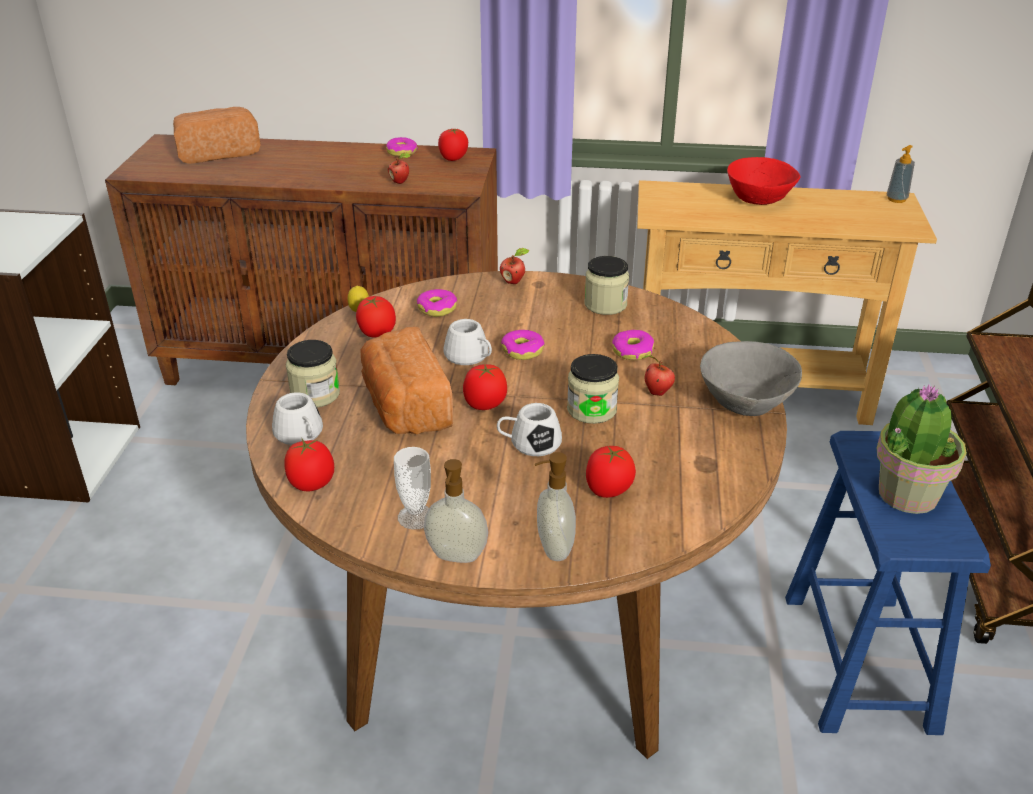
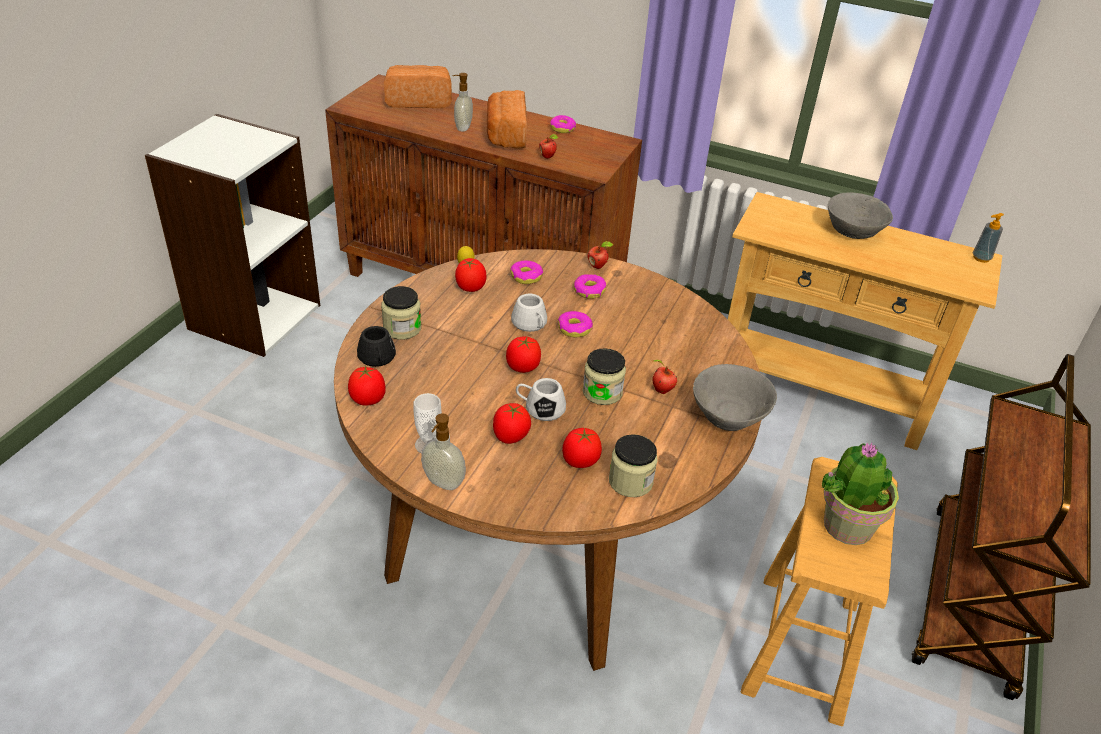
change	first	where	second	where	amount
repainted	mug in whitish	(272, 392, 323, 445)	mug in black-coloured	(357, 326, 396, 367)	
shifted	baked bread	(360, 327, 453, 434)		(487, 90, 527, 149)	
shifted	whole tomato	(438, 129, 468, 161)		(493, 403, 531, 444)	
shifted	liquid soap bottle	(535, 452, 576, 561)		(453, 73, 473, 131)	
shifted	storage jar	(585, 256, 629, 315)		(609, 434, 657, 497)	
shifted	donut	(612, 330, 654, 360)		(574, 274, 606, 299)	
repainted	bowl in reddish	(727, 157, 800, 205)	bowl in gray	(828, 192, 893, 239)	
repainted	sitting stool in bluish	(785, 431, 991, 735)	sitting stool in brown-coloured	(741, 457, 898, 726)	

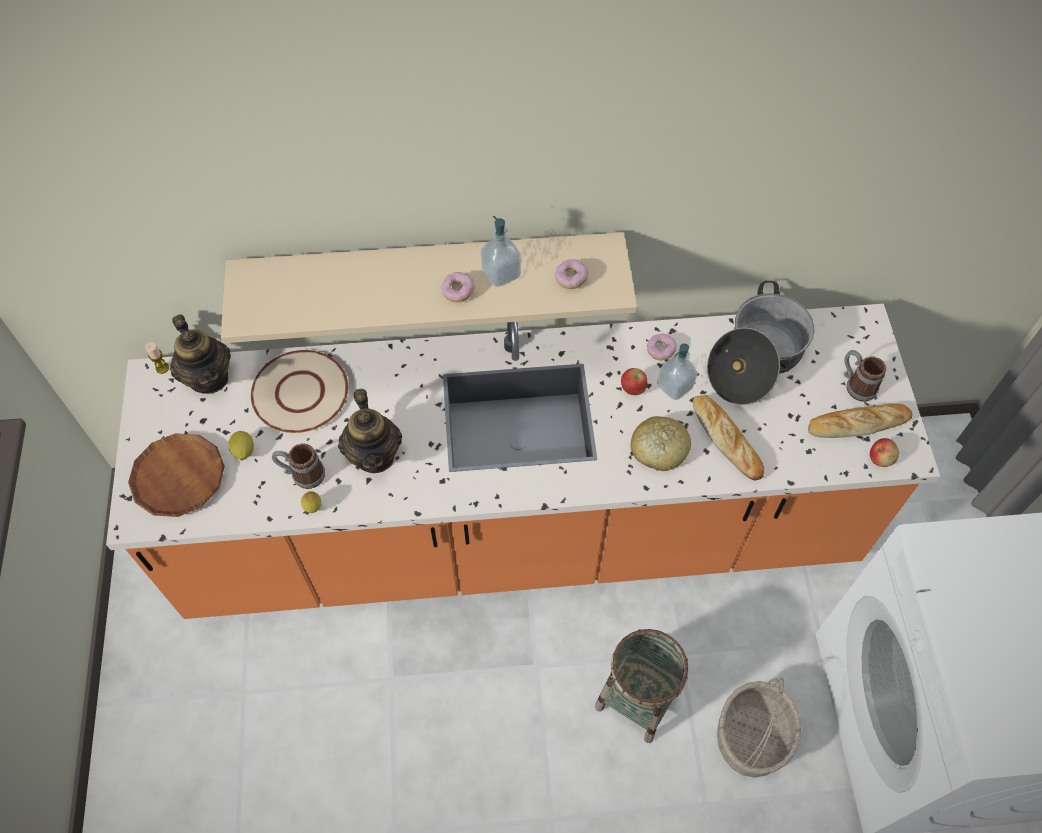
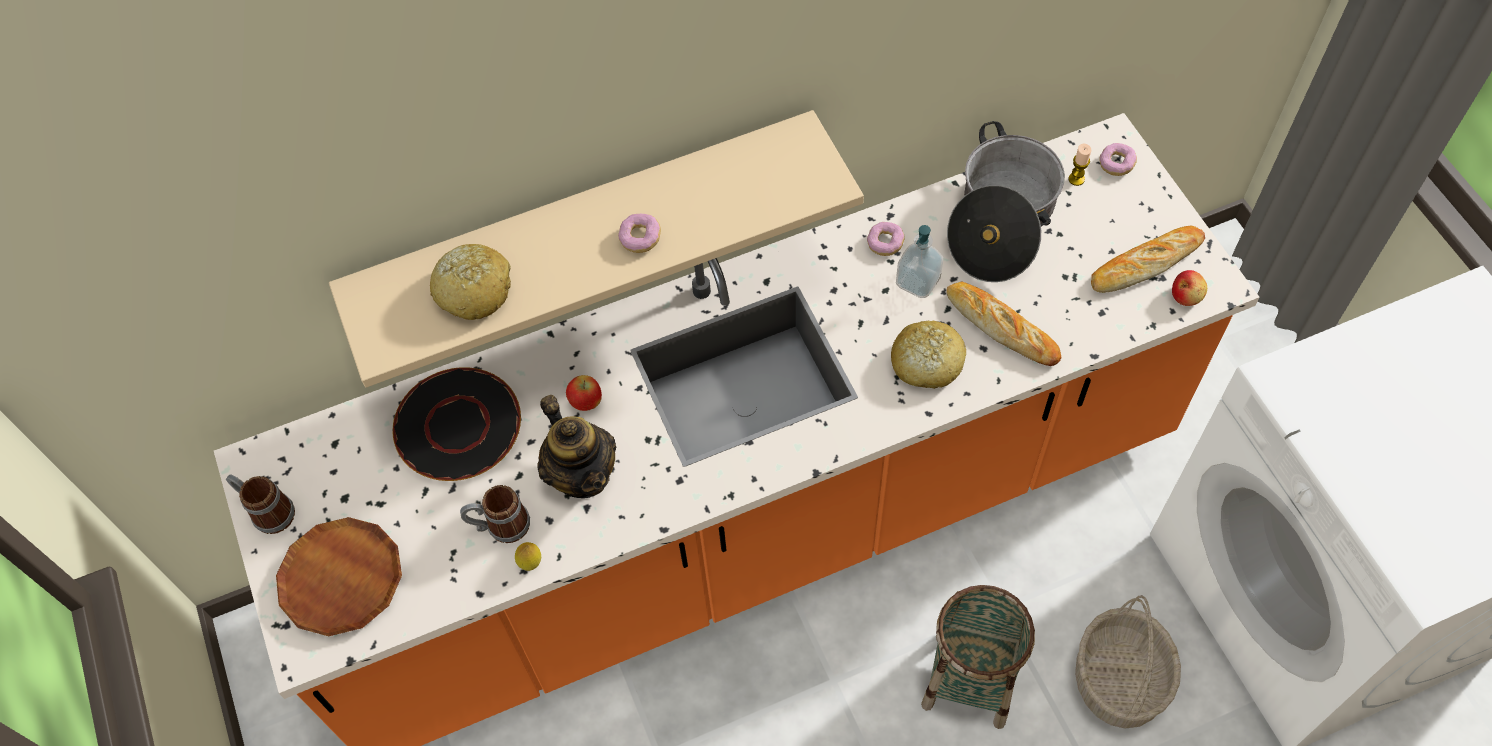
change	first	where	second	where	amount
shifted	candle	(145, 342, 169, 374)		(1068, 144, 1091, 186)	
gone	tea pot	(170, 315, 231, 394)			
gone	citrus fruit	(228, 431, 254, 461)			
repainted	flat dish in beige-coloured	(251, 350, 348, 433)	flat dish in black-coloured	(393, 367, 521, 481)	
gone	liquid soap bottle	(481, 216, 521, 287)			
shifted	donut	(555, 259, 588, 289)		(1099, 143, 1137, 176)	
shifted	whole apple	(621, 368, 647, 395)		(566, 375, 602, 411)	
shifted	mug	(844, 350, 886, 402)		(226, 474, 295, 534)	
new			baked bread	(430, 244, 511, 320)	

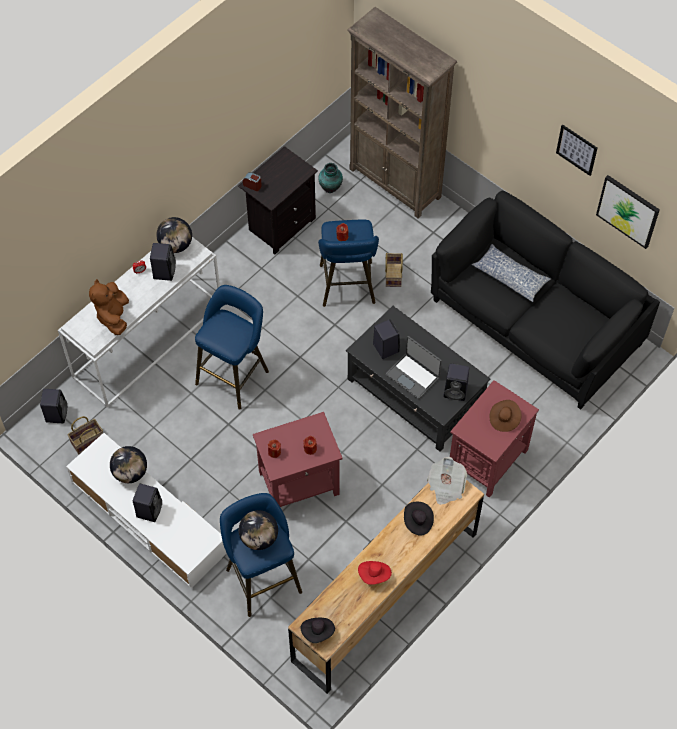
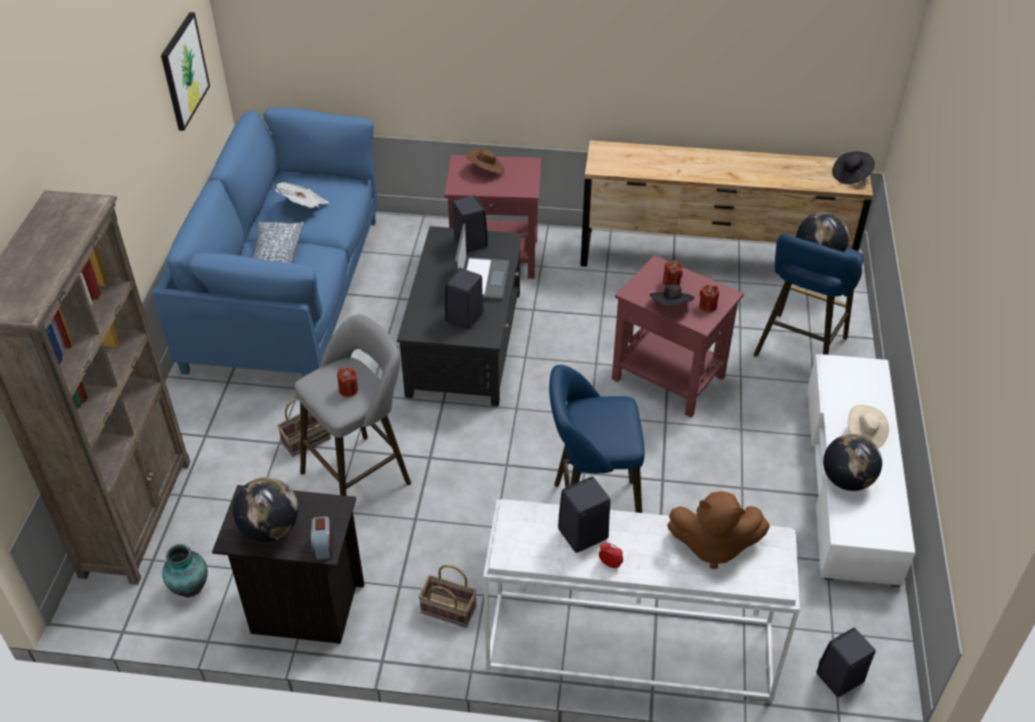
change	first	where	second	where	amount
shifted	basket	(68, 416, 103, 454)		(418, 565, 477, 628)	
rotated	soft toy in brown-coloured	(89, 279, 129, 335)		(667, 491, 770, 569)	45 degrees clockwise
swapped	speaker in black-coloured	(133, 484, 162, 522)	wearable hat in beige-coloured	(848, 405, 889, 448)	
shifted	globe	(156, 217, 192, 253)		(233, 477, 299, 542)	
repainted	sitting stool in bluish	(318, 220, 379, 307)	sitting stool in gray	(295, 314, 411, 496)	
gone	wearable hat in reddish	(358, 561, 392, 585)			
shifted	wearable hat in black-coloured	(404, 502, 434, 536)		(650, 284, 695, 306)	
shifted	daily paper	(427, 457, 467, 505)		(275, 182, 329, 208)	
repainted	couch in black-coloured	(431, 190, 660, 410)	couch in bluish	(152, 107, 378, 374)	
gone	wall picture	(556, 124, 598, 176)			

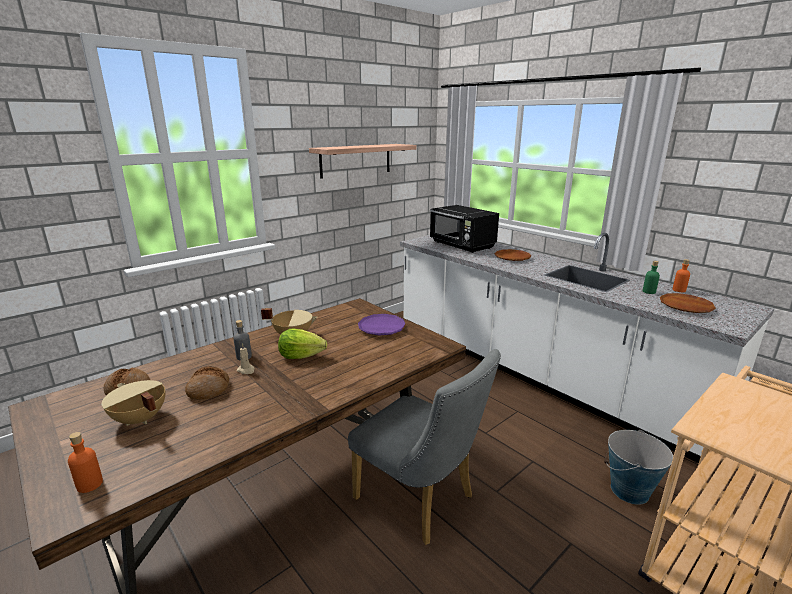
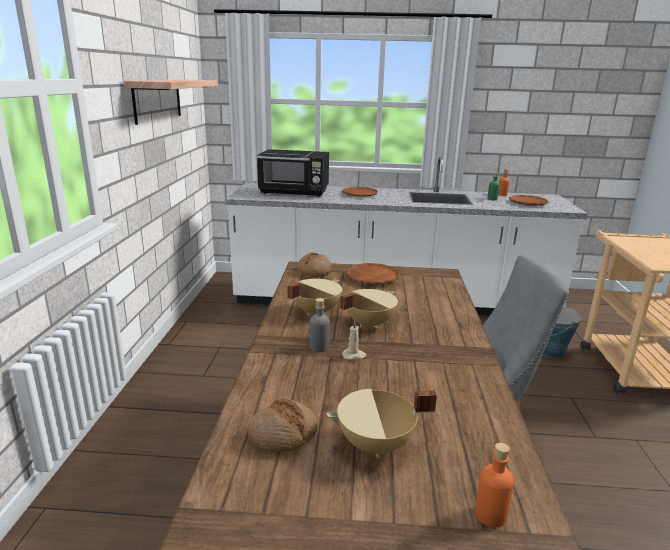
change	first	where	second	where	amount
shifted	baked bread	(185, 366, 229, 400)		(297, 252, 332, 277)	
swapped	lettuce head	(278, 328, 327, 359)	cooking pot in beige-coloured	(340, 289, 398, 329)	
repainted	flat dish in purple-coloured	(358, 314, 406, 335)	flat dish in brown-coloured	(346, 263, 399, 285)	

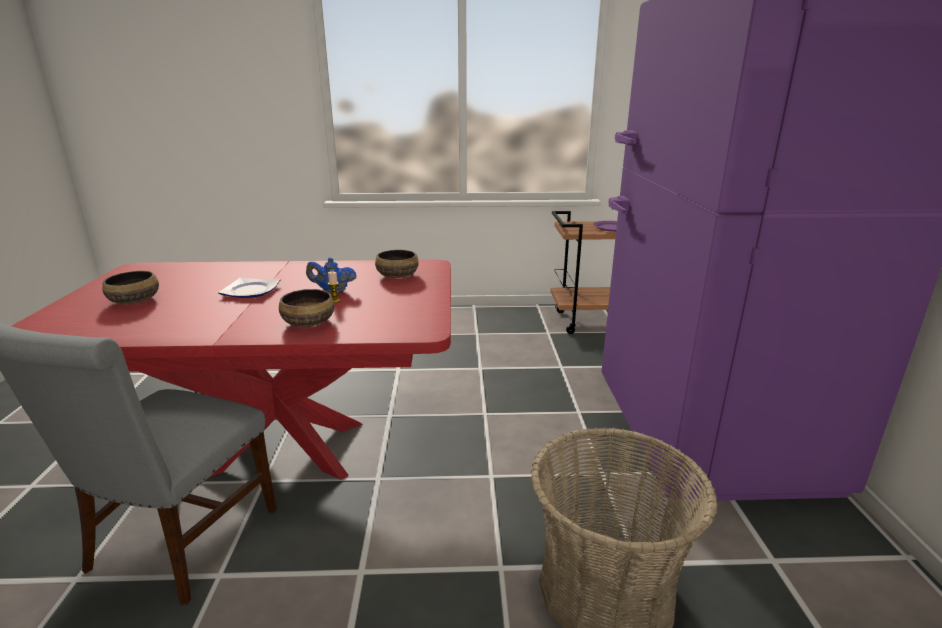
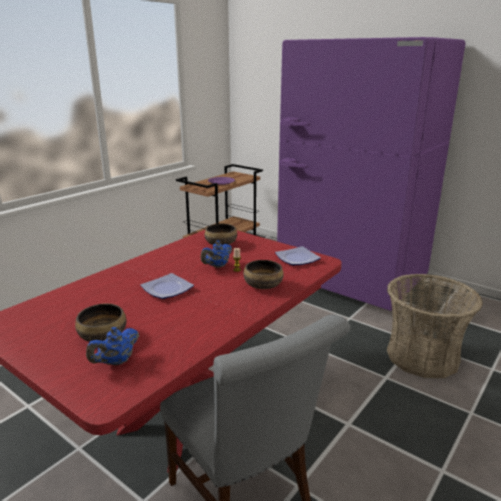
change	first	where	second	where	amount
new			tea pot in bluish	(86, 327, 139, 365)	
new			flat dish	(275, 246, 321, 266)	

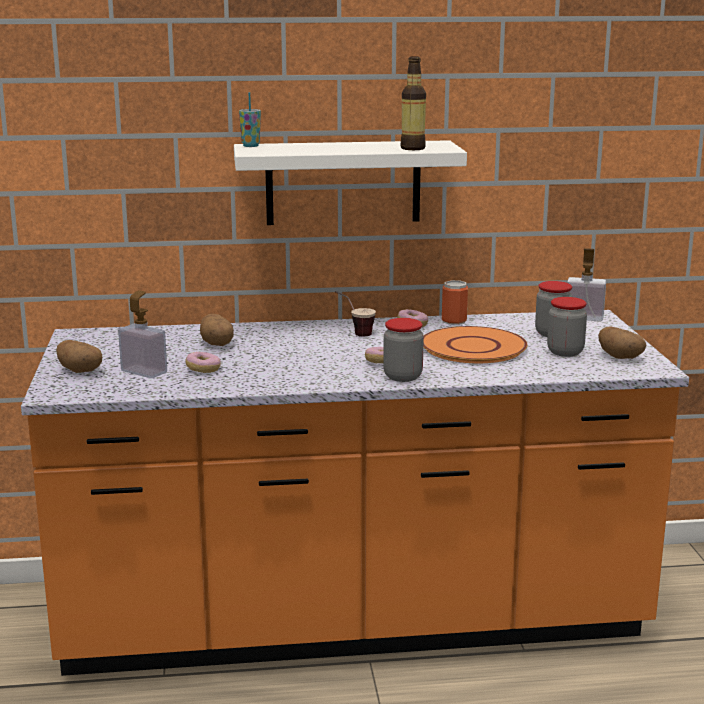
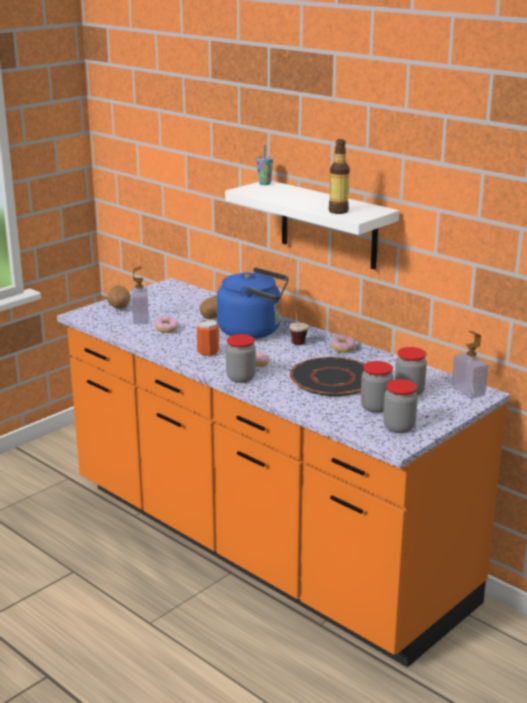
change	first	where	second	where	amount
repainted	flat dish in orangey	(423, 326, 528, 363)	flat dish in black-coloured	(290, 357, 364, 396)	
shifted	sealed can	(442, 280, 468, 325)		(197, 319, 219, 357)	
swapped	potato	(598, 326, 647, 359)	storage jar	(383, 379, 418, 433)	
new			tea kettle in bluish	(217, 267, 289, 339)	

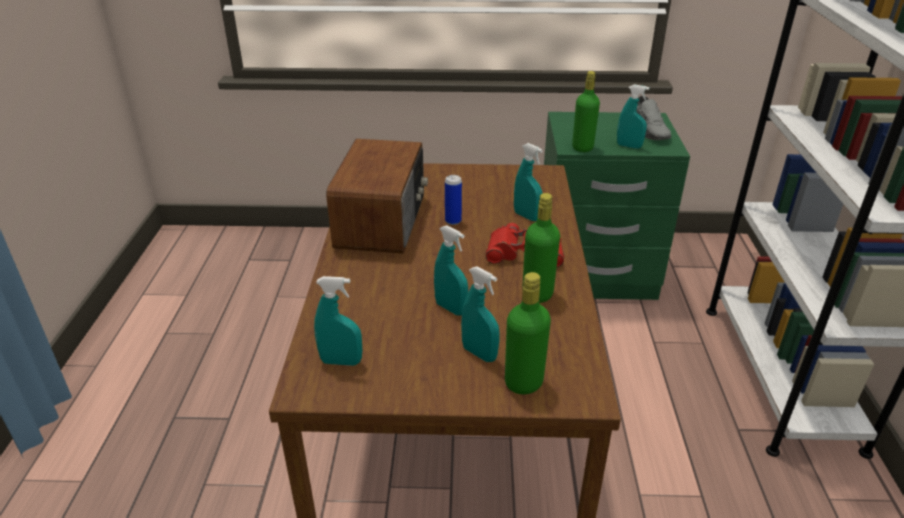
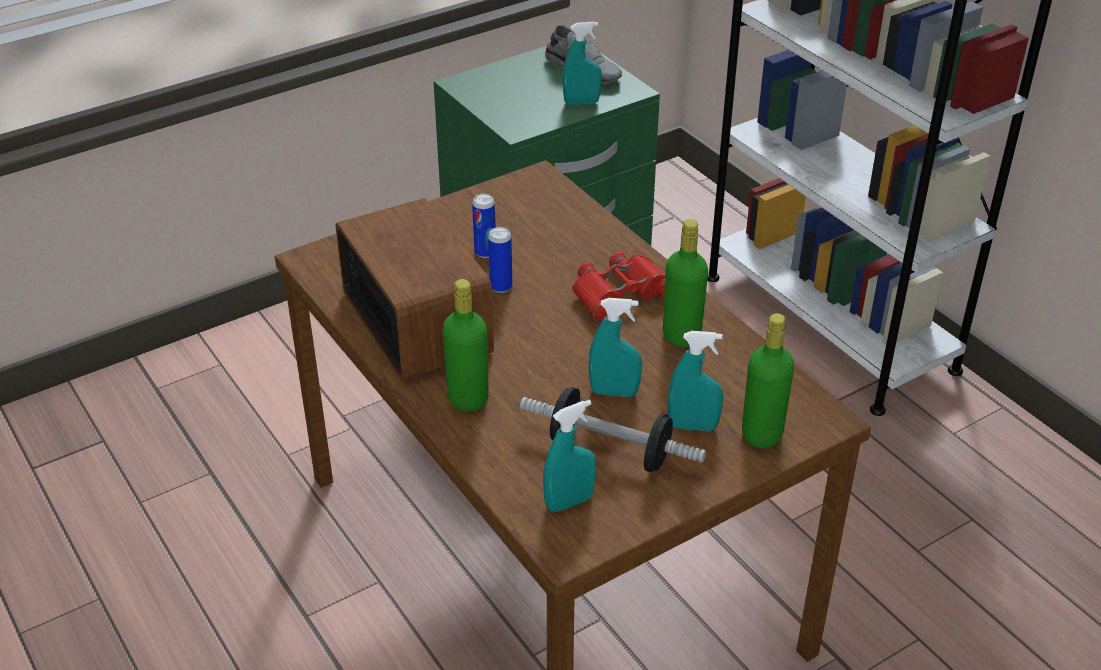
change	first	where	second	where	amount
gone	spray bottle in turquoise-coloured	(514, 143, 543, 221)			
shifted	drink bottle in green-coloured	(572, 71, 600, 152)		(442, 279, 489, 411)	
new			sealed can	(472, 194, 496, 258)	
new			hand weight	(520, 387, 706, 472)	

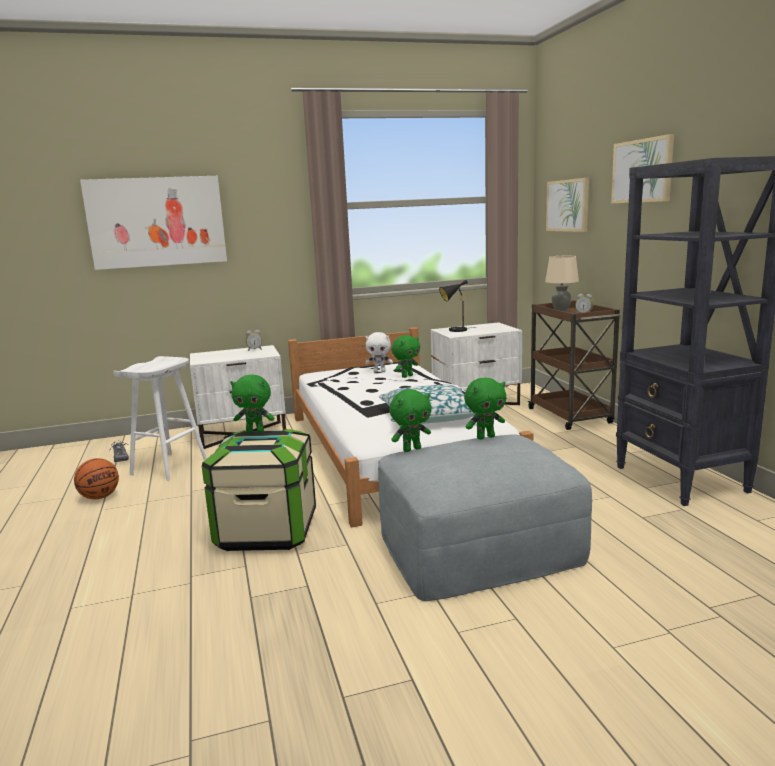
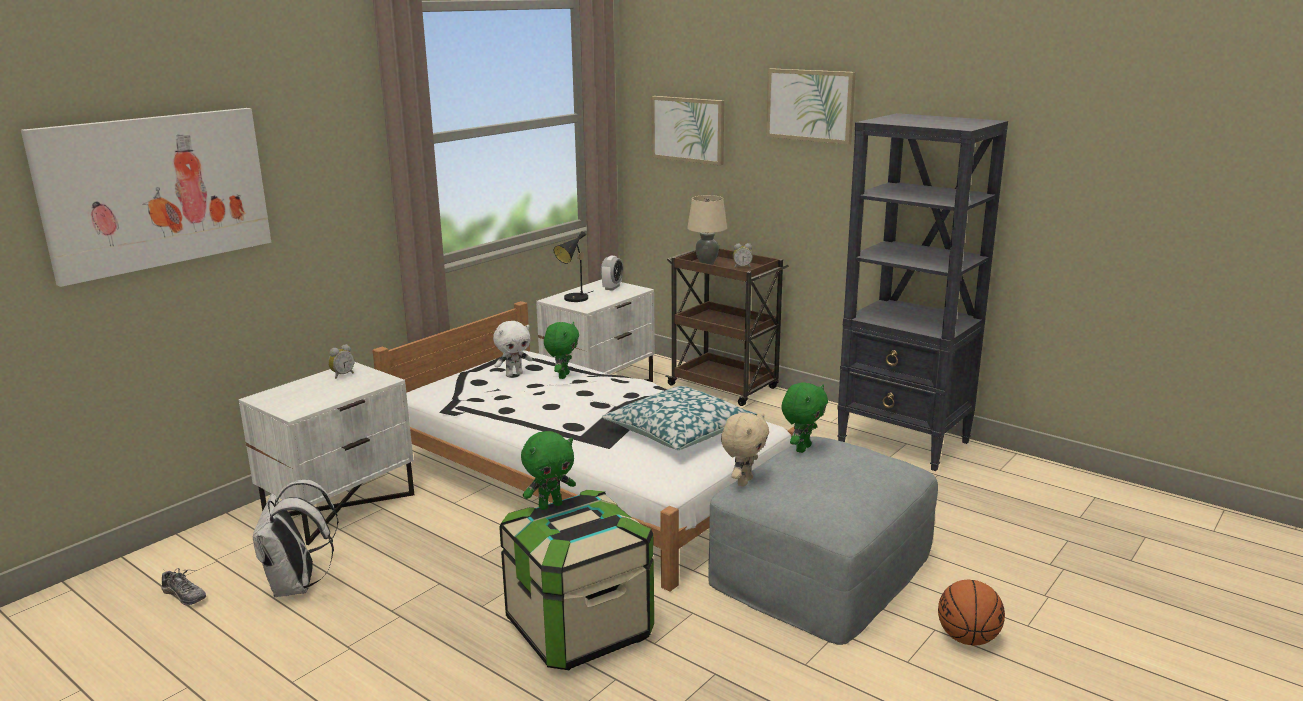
change	first	where	second	where	amount
shifted	ball for basketball	(74, 458, 119, 499)		(938, 580, 1005, 645)	
swapped	sitting stool in whitish	(113, 356, 207, 481)	rucksack in whitish	(253, 480, 339, 597)	
repainted	soft toy in green-coloured	(389, 389, 431, 452)	soft toy in beige-coloured	(721, 413, 769, 487)	
new			alarm clock	(601, 255, 623, 291)	

